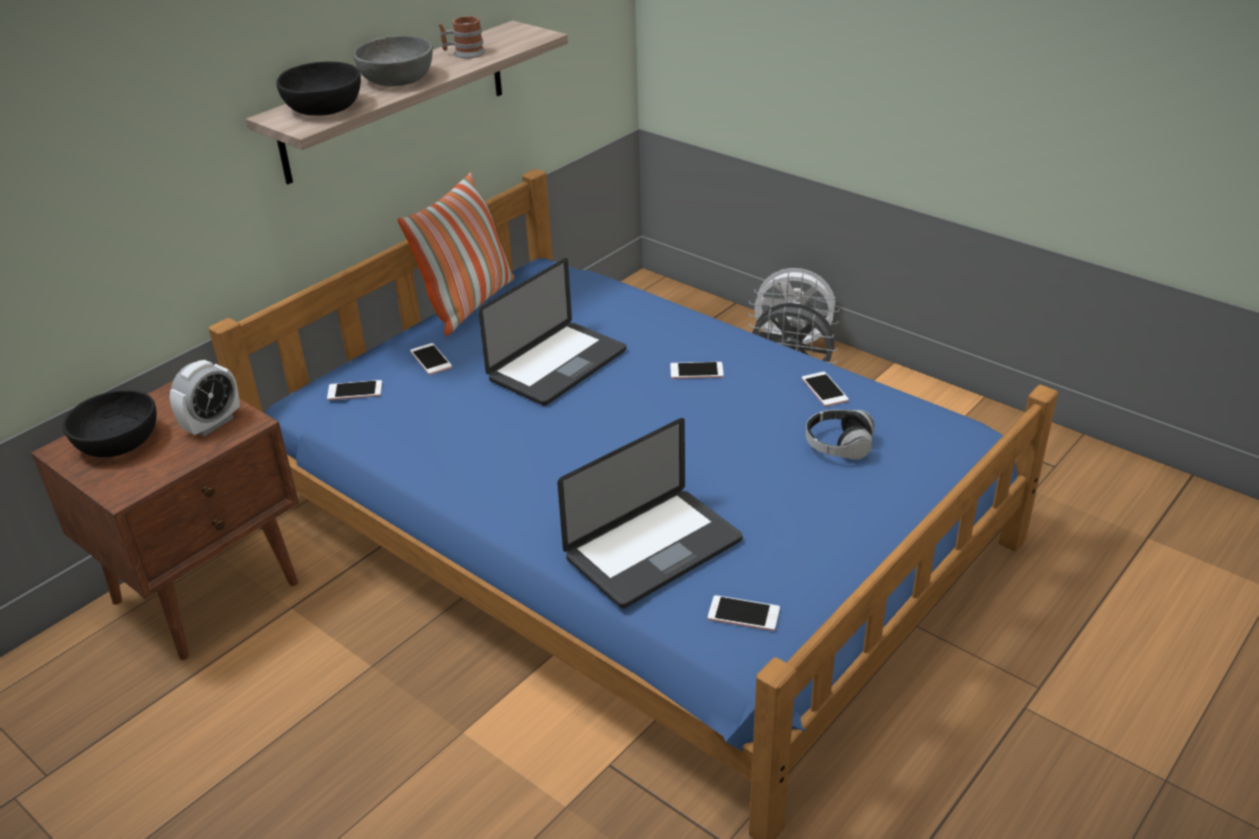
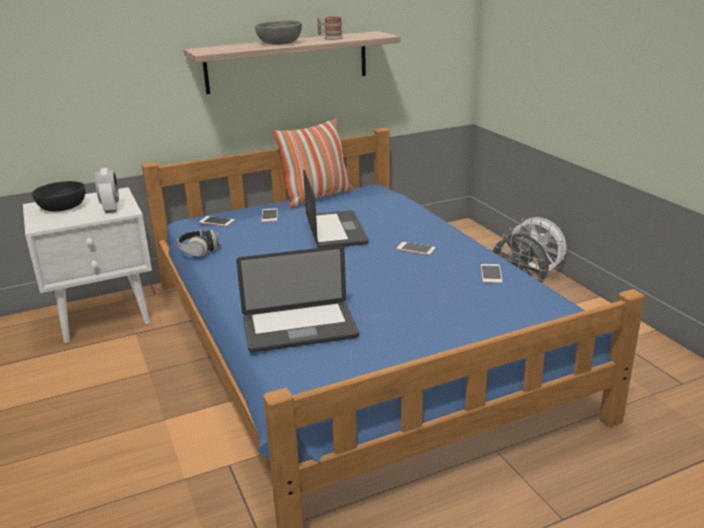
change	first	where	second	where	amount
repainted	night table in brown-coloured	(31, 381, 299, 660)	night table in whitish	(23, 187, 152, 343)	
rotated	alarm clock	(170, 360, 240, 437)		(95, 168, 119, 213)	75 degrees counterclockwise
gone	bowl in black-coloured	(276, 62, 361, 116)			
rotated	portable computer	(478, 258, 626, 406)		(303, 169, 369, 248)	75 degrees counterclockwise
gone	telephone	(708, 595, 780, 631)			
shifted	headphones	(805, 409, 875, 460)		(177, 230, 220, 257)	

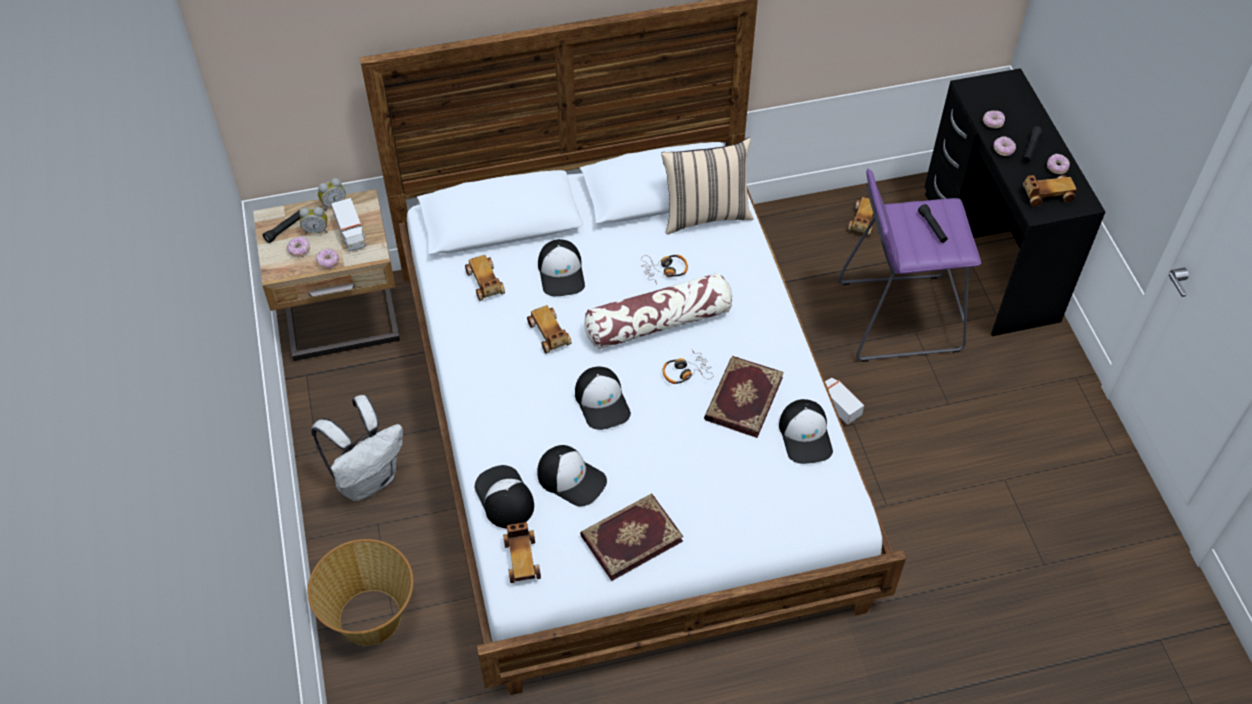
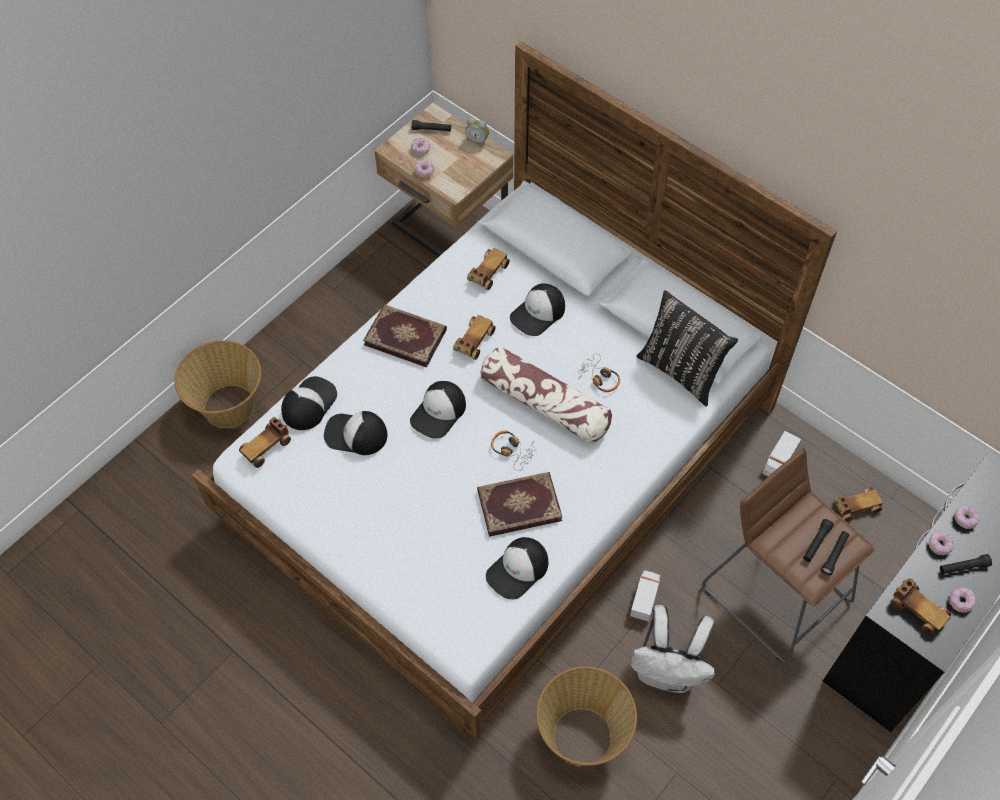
change	first	where	second	where	amount
gone	alarm clock	(299, 207, 328, 234)			
shifted	rucksack in whitish	(311, 395, 403, 501)		(630, 605, 715, 693)	
shifted	toy lorry	(331, 198, 366, 251)		(762, 431, 801, 477)	
rotated	peaked cap	(537, 445, 607, 507)		(324, 411, 388, 455)	105 degrees clockwise
shifted	bound book	(580, 493, 683, 581)		(363, 304, 447, 367)	
repainted	throw pillow in beige-coloured	(661, 138, 753, 234)	throw pillow in black-coloured	(637, 290, 738, 407)	
repainted	sitting stool in purple-coloured	(838, 169, 981, 362)	sitting stool in brown-coloured	(702, 448, 875, 663)	
new			basket	(536, 666, 637, 766)	
new			torch in black-coloured	(821, 531, 849, 575)	

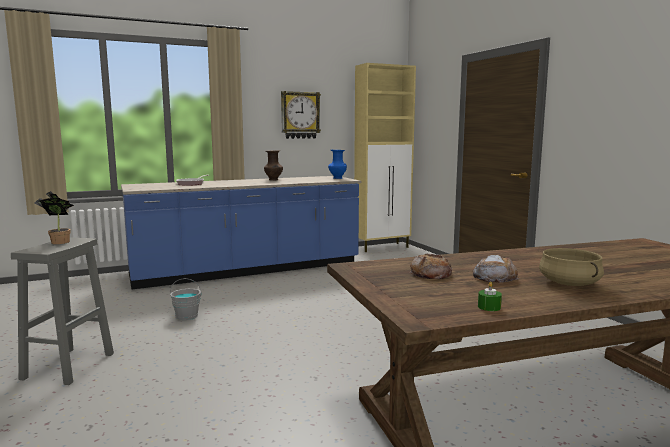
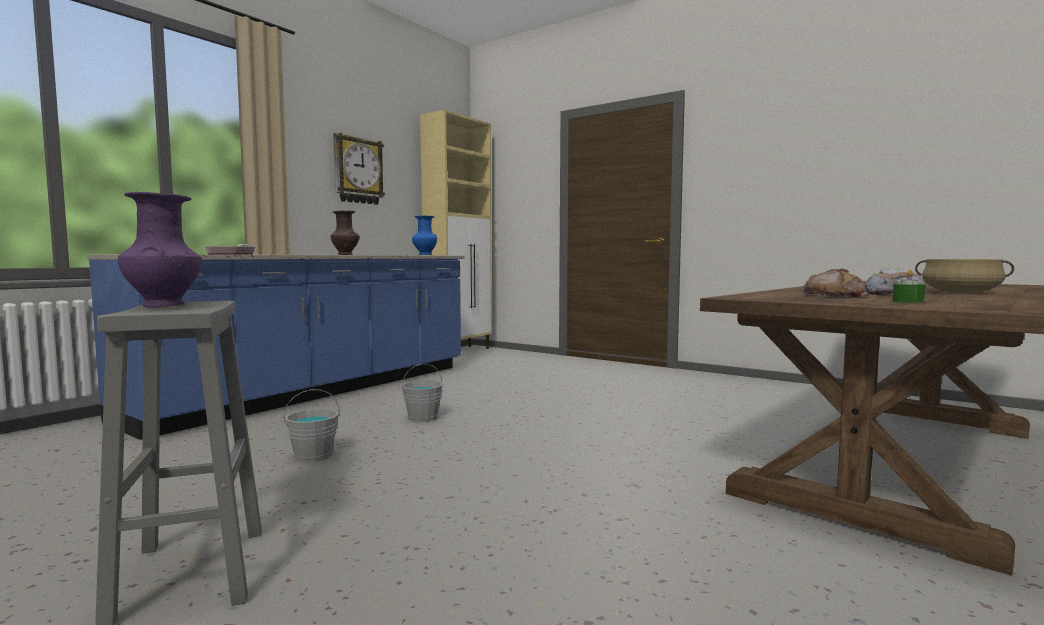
change	first	where	second	where	amount
swapped	plant in a pot	(35, 191, 74, 244)	flower vase in purple-coloured	(118, 192, 202, 307)	
shifted	candle in green-coloured	(478, 282, 502, 311)		(892, 270, 925, 303)	
new			pail in gray	(402, 364, 443, 422)	

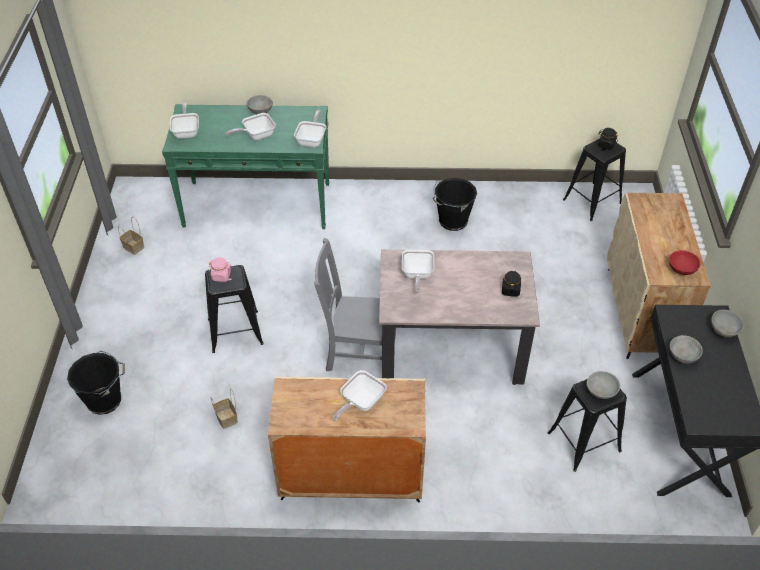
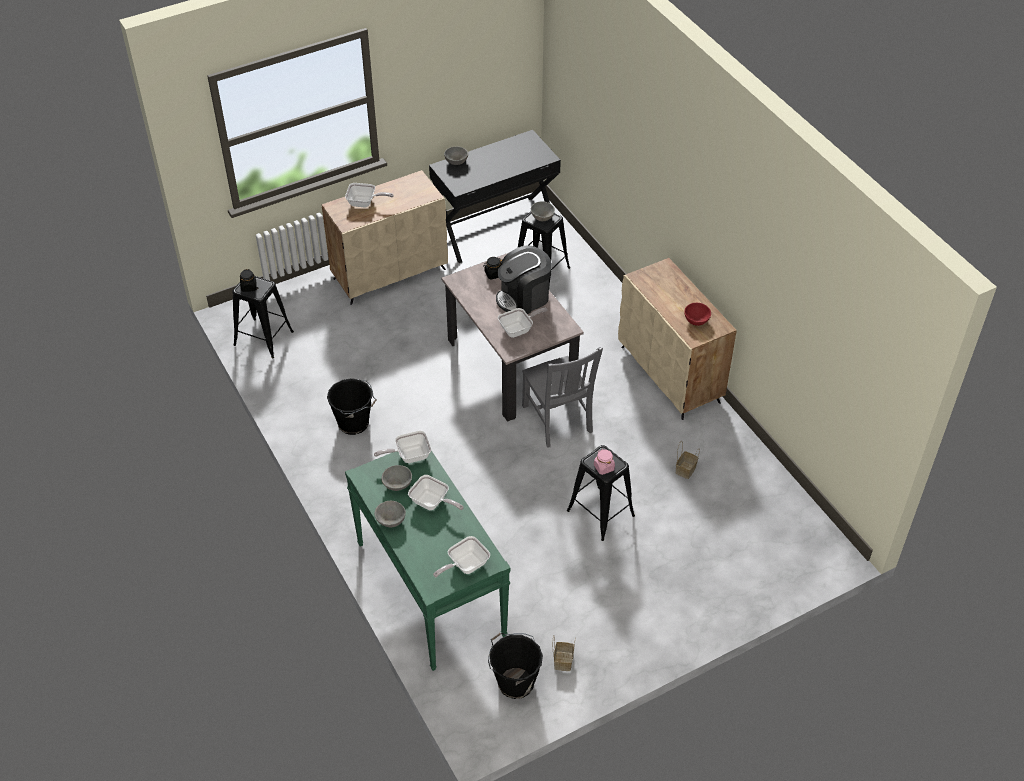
change	first	where	second	where	amount
shifted	pail in black-coloured	(67, 351, 125, 415)		(488, 633, 543, 699)	
shifted	skillet	(332, 370, 387, 421)		(345, 183, 394, 207)	
shifted	bowl in reddish	(669, 250, 701, 275)		(684, 303, 711, 326)	
shifted	bowl in gray	(670, 335, 703, 364)		(381, 465, 412, 491)	
new			coffee brewer	(496, 245, 552, 314)	

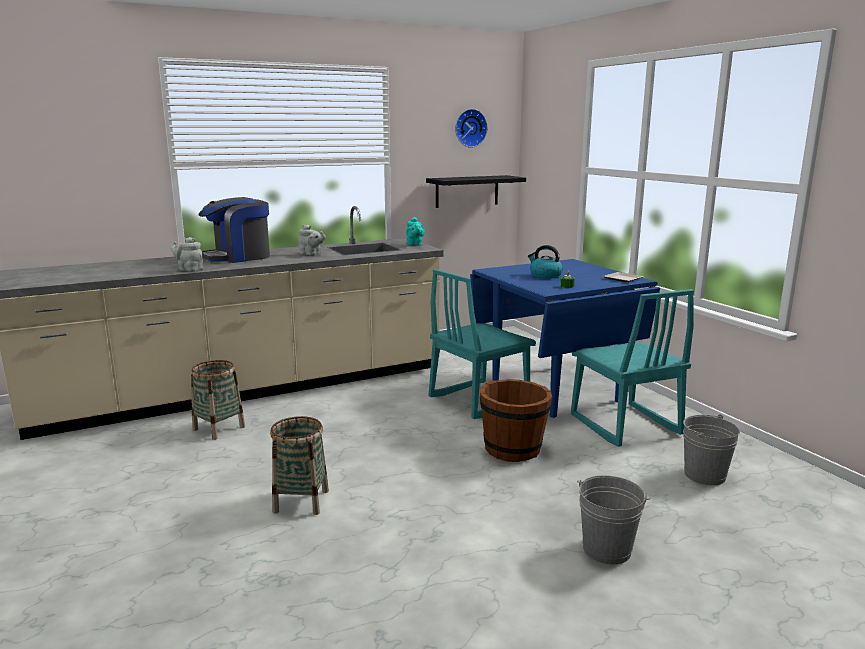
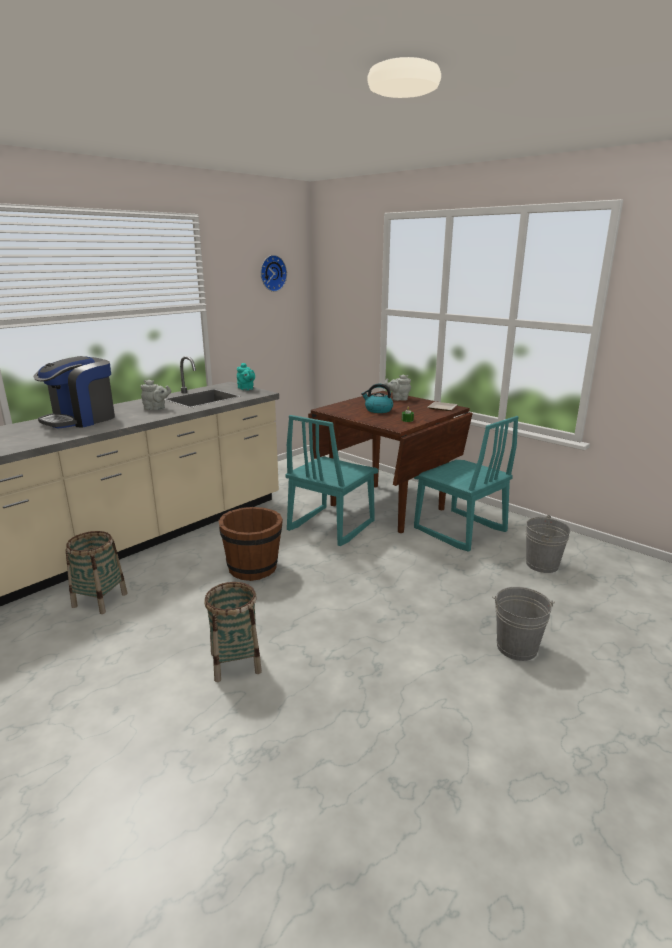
change	first	where	second	where	amount
shifted	tea pot in gray	(170, 237, 203, 271)		(385, 374, 411, 401)	
gone	wall shelf in black-coloured	(426, 175, 526, 208)			
repainted	kitchen table in bluish	(470, 259, 660, 418)	kitchen table in brown-coloured	(308, 391, 473, 533)	
shifted	pail in brown-coloured	(480, 379, 552, 462)		(218, 507, 283, 581)	

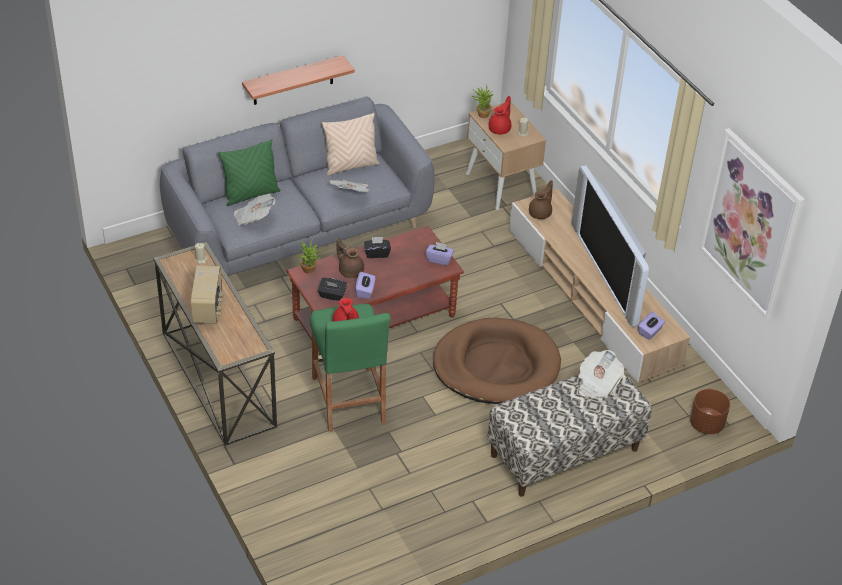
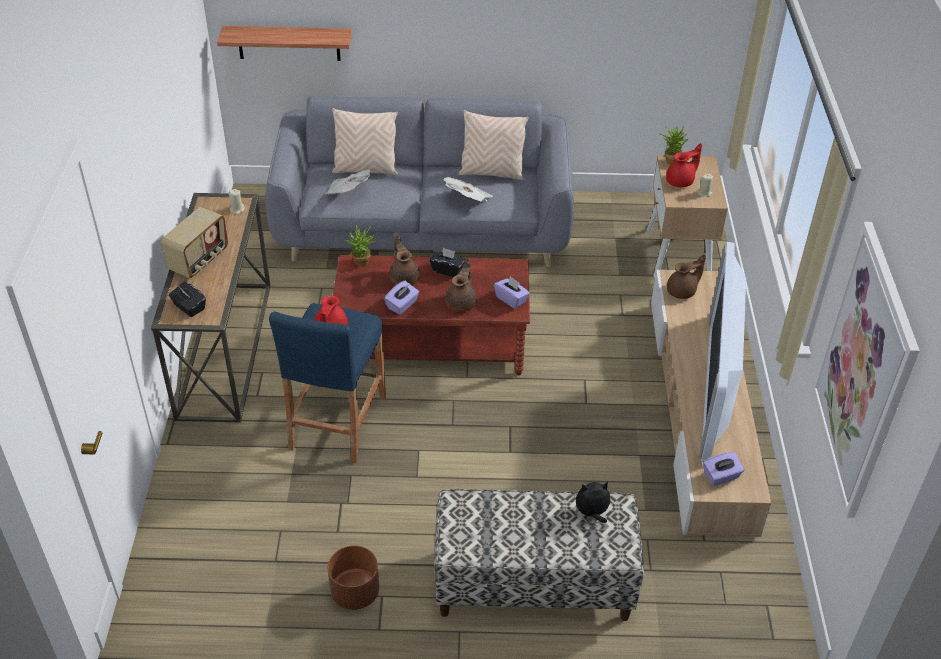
change	first	where	second	where	amount
repainted	throw pillow in green-coloured	(219, 139, 281, 206)	throw pillow in beige-coloured	(332, 108, 398, 175)	
shifted	wall shelf	(242, 55, 355, 105)		(217, 26, 352, 61)	
repainted	sitting stool in green-coloured	(310, 304, 391, 432)	sitting stool in bluish	(269, 303, 386, 463)	
shifted	tissue holder in black-coloured	(318, 278, 347, 301)		(169, 282, 206, 317)	
gone	pet bed in brown-coloured	(433, 318, 561, 404)			
swapped	daily paper	(578, 350, 624, 399)	soft toy	(575, 482, 610, 523)	
shifted	flower pot in brown-coloured	(690, 389, 730, 434)		(328, 546, 379, 610)	
new			tea pot in brown-coloured	(446, 258, 477, 312)	

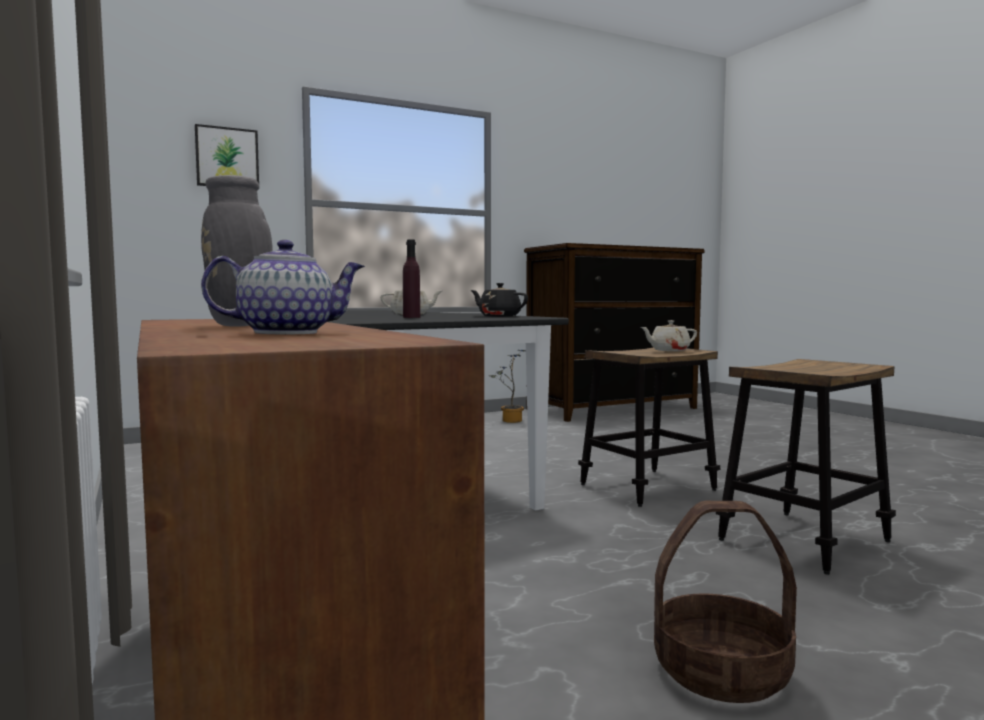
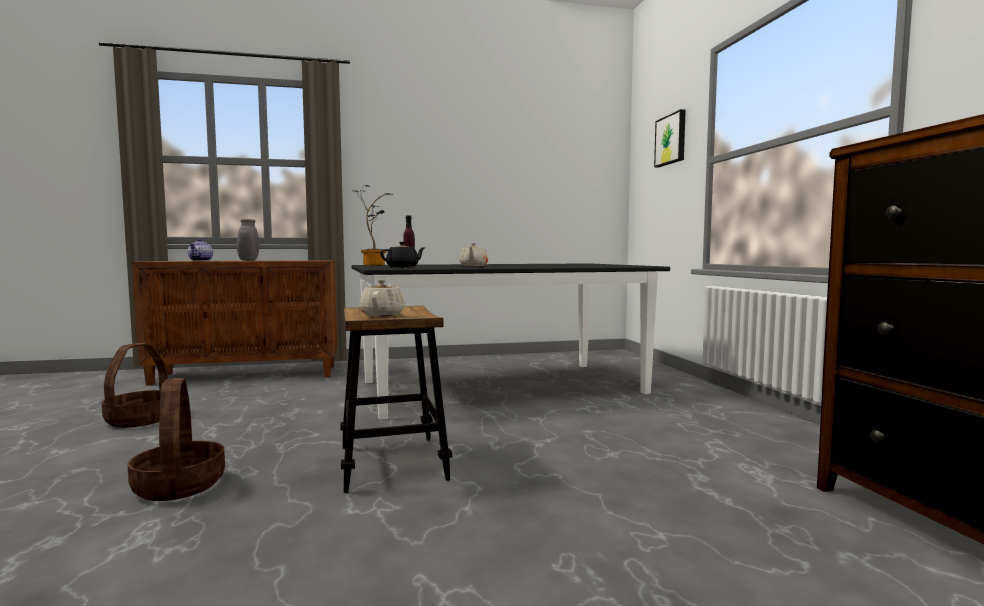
change	first	where	second	where	amount
shifted	plant in a pot	(489, 350, 526, 423)		(352, 185, 393, 265)	
swapped	sitting stool	(716, 359, 896, 575)	basket	(127, 378, 225, 501)	

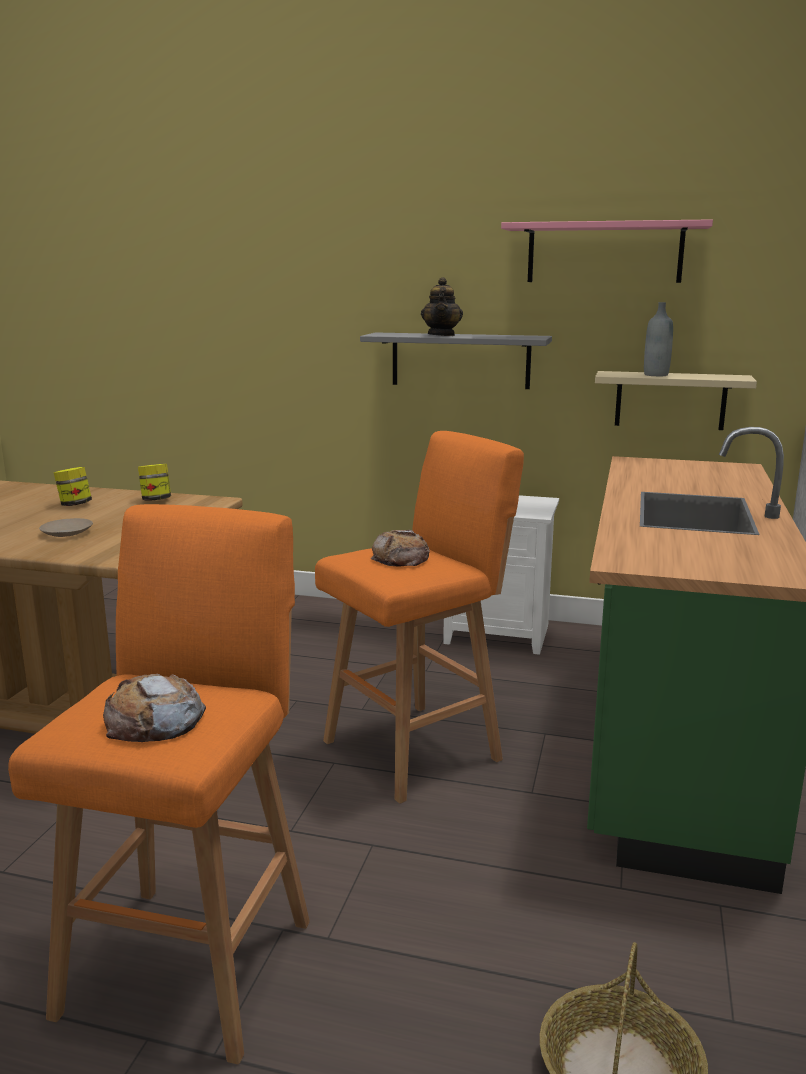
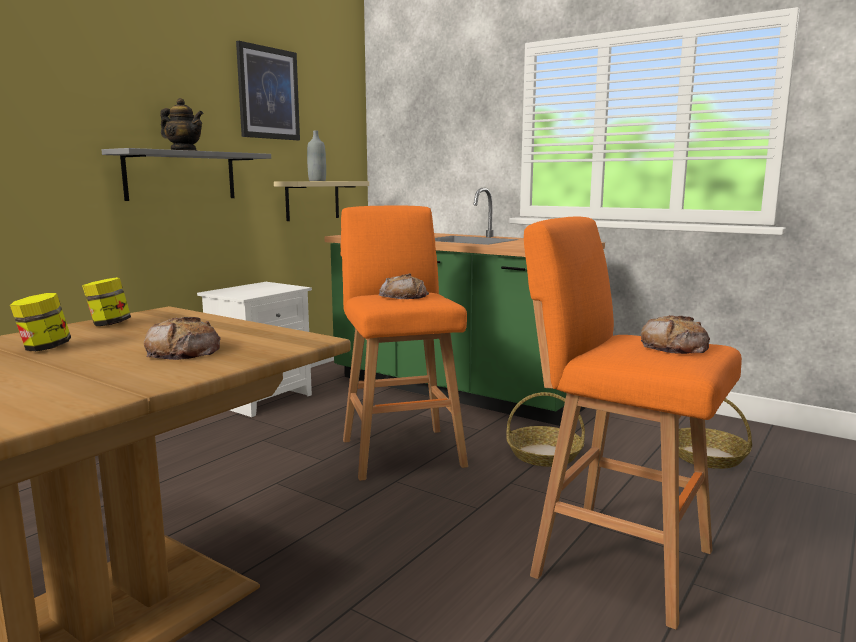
change	first	where	second	where	amount
swapped	flat dish in beige-coloured	(39, 518, 93, 537)	baked bread	(144, 317, 221, 360)	
swapped	wall shelf in pink-coloured	(501, 219, 713, 283)	wall picture	(236, 41, 300, 140)	
new			basket	(506, 392, 585, 467)	

